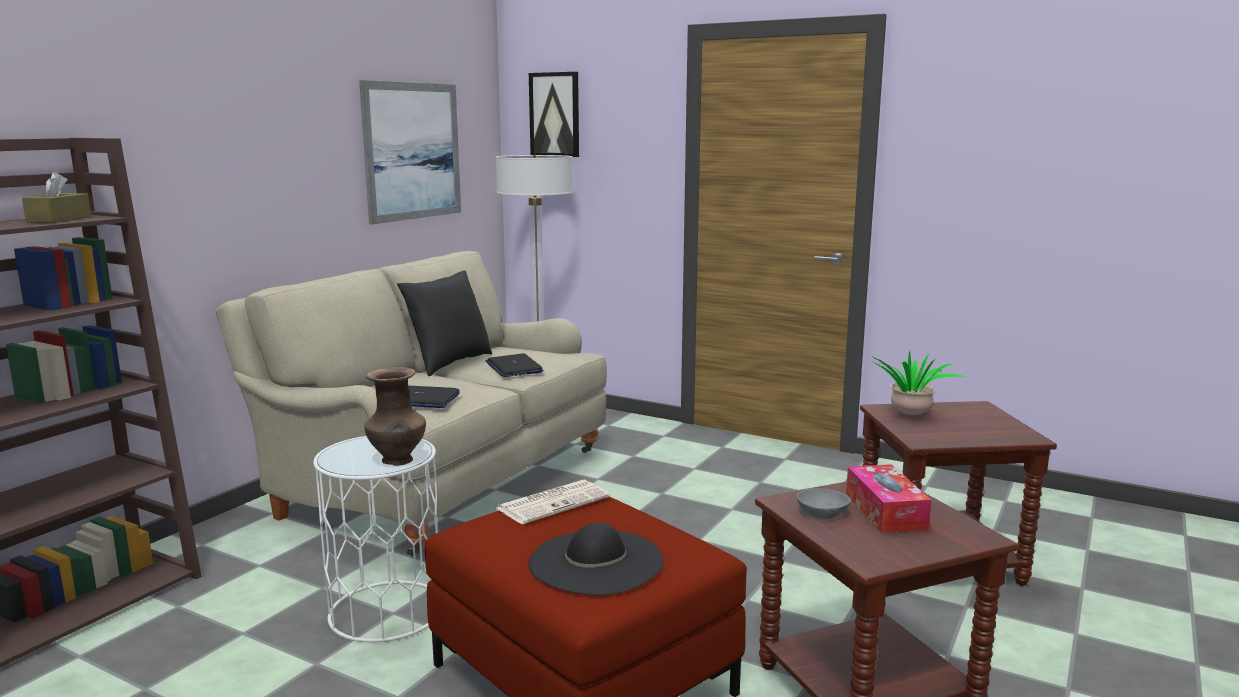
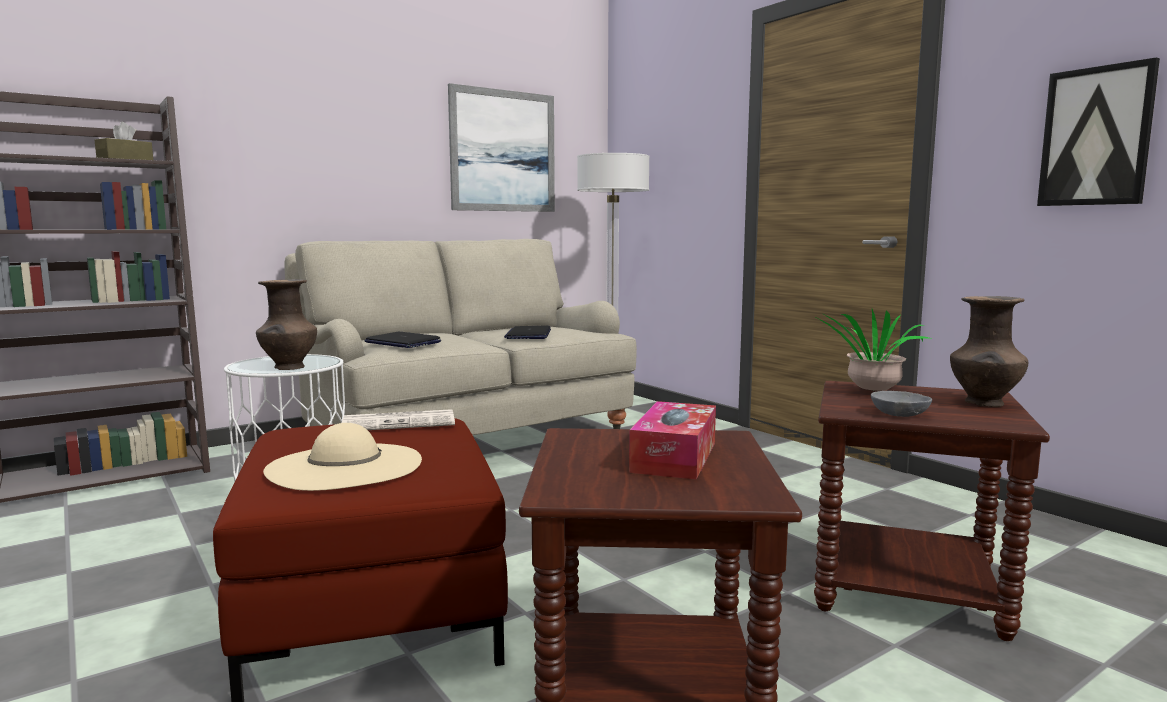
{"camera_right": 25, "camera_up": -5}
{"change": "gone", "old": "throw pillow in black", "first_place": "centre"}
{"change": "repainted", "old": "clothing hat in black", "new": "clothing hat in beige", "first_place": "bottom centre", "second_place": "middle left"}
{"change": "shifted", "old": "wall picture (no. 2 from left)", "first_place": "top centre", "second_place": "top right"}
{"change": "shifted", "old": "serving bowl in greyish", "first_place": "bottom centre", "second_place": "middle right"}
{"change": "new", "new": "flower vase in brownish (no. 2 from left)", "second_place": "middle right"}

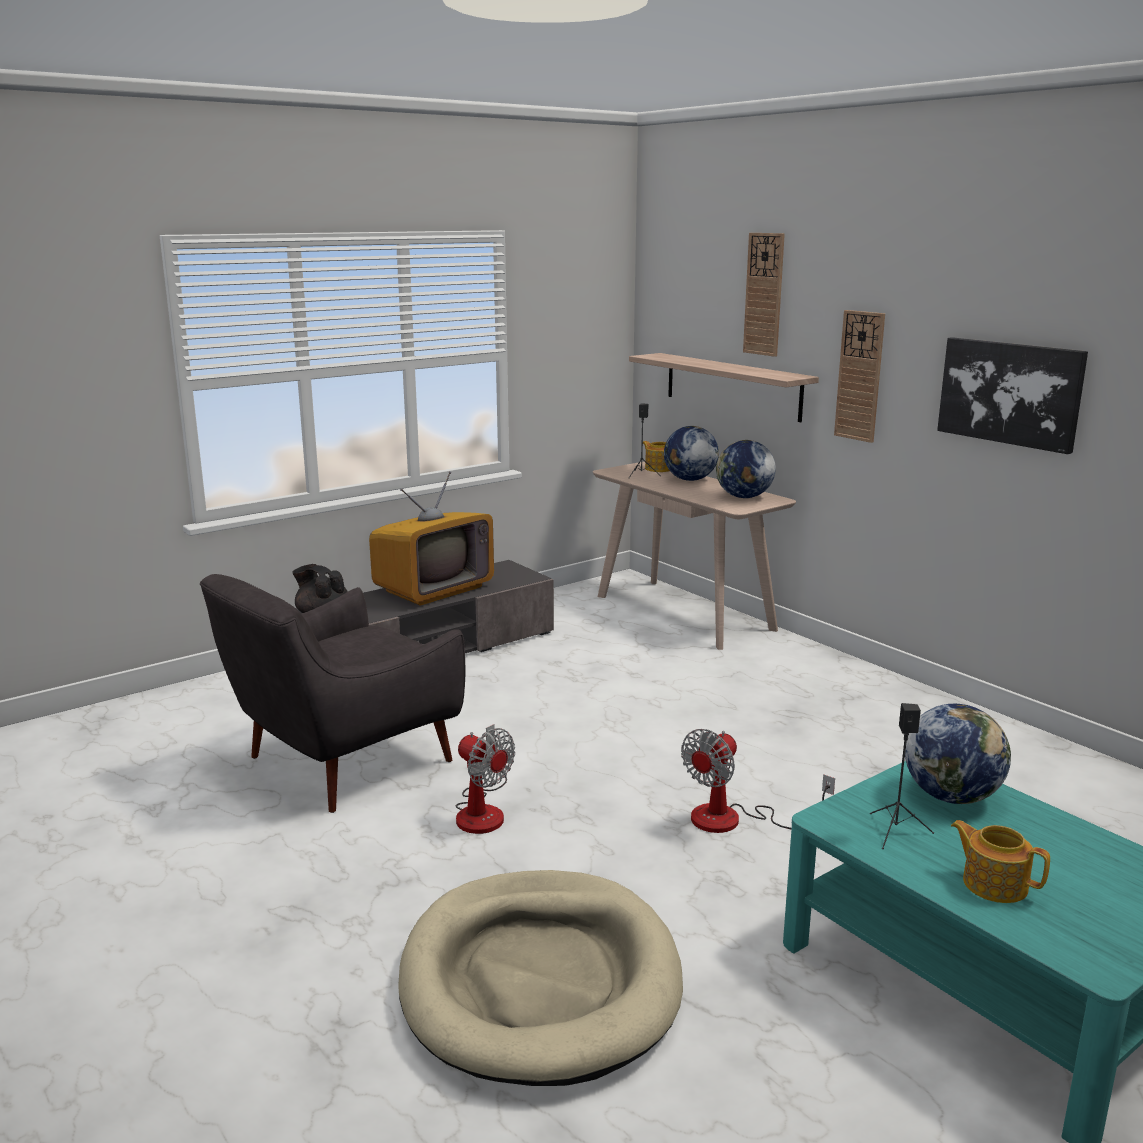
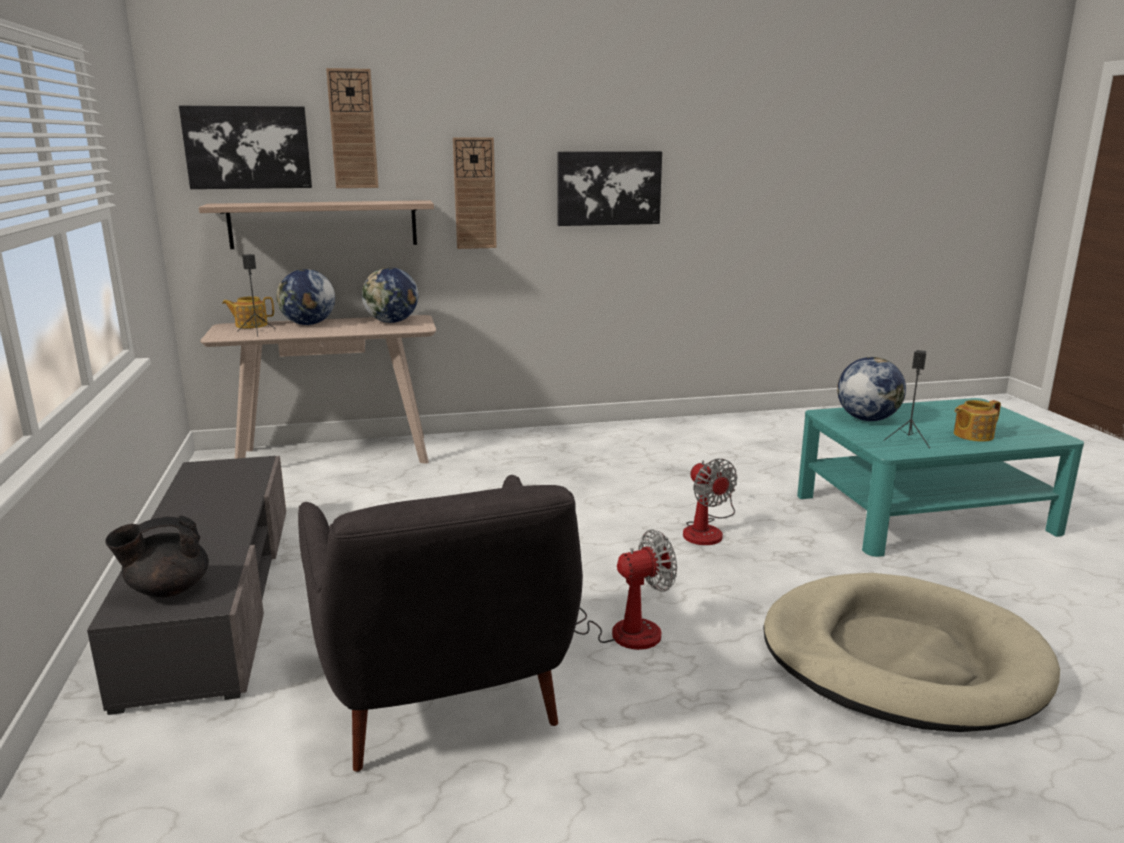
{"camera_right": -65, "camera_up": 0}
{"change": "gone", "old": "television", "first_place": "centre"}
{"change": "new", "new": "wall picture (no. 1 from left)", "second_place": "top left"}

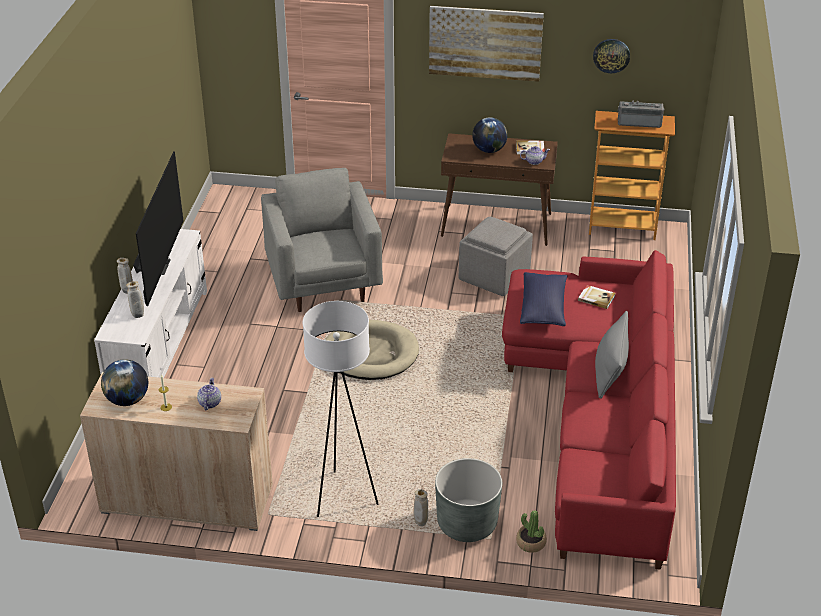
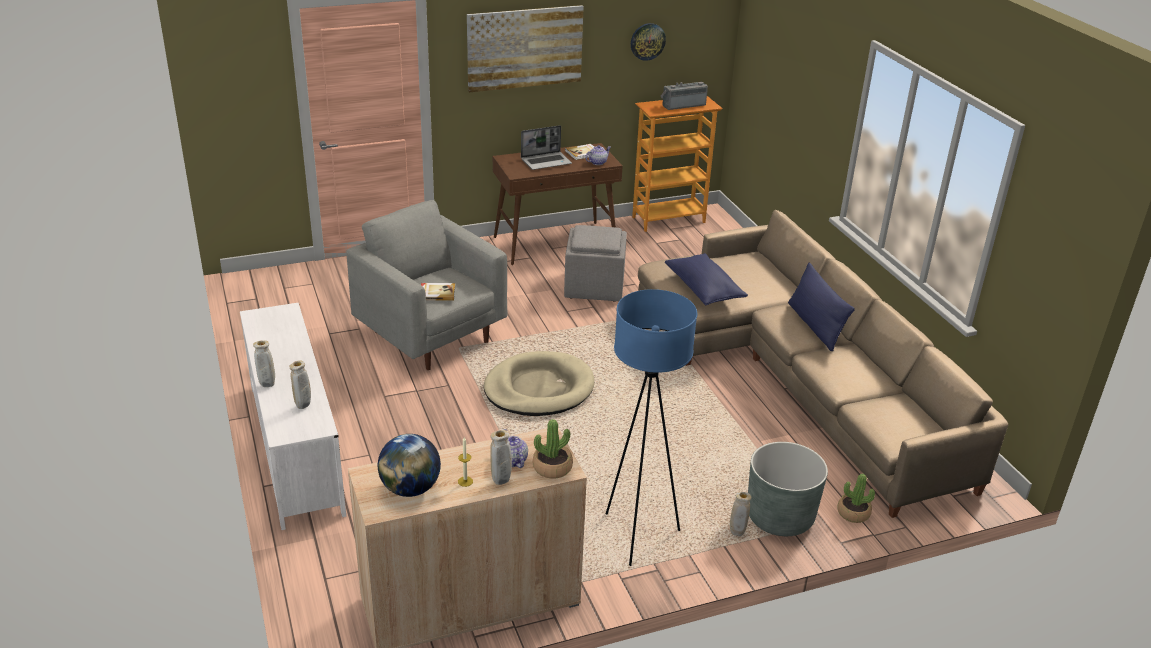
{"camera_right": -30, "camera_up": -5}
{"change": "gone", "old": "television", "first_place": "middle left"}
{"change": "repainted", "old": "floor lamp in white-coloured", "new": "floor lamp in blue", "first_place": "centre", "second_place": "centre"}
{"change": "swapped", "old": "desk globe (no. 2 from left)", "new": "portable computer", "first_place": "top centre", "second_place": "top centre"}
{"change": "repainted", "old": "sofa in reddish", "new": "sofa in beige", "first_place": "middle right", "second_place": "middle right"}
{"change": "shifted", "old": "bound book (no. 2 from left in the first image)", "new": "bound book (no. 1 from left)", "first_place": "middle right", "second_place": "centre"}
{"change": "repainted", "old": "throw pillow in greyish", "new": "throw pillow in blue (no. 2 from left)", "first_place": "middle right", "second_place": "middle right"}
{"change": "new", "new": "flower vase in beige (no. 3 from left)", "second_place": "bottom centre"}
{"change": "new", "new": "houseplant (no. 1 from left)", "second_place": "bottom centre"}

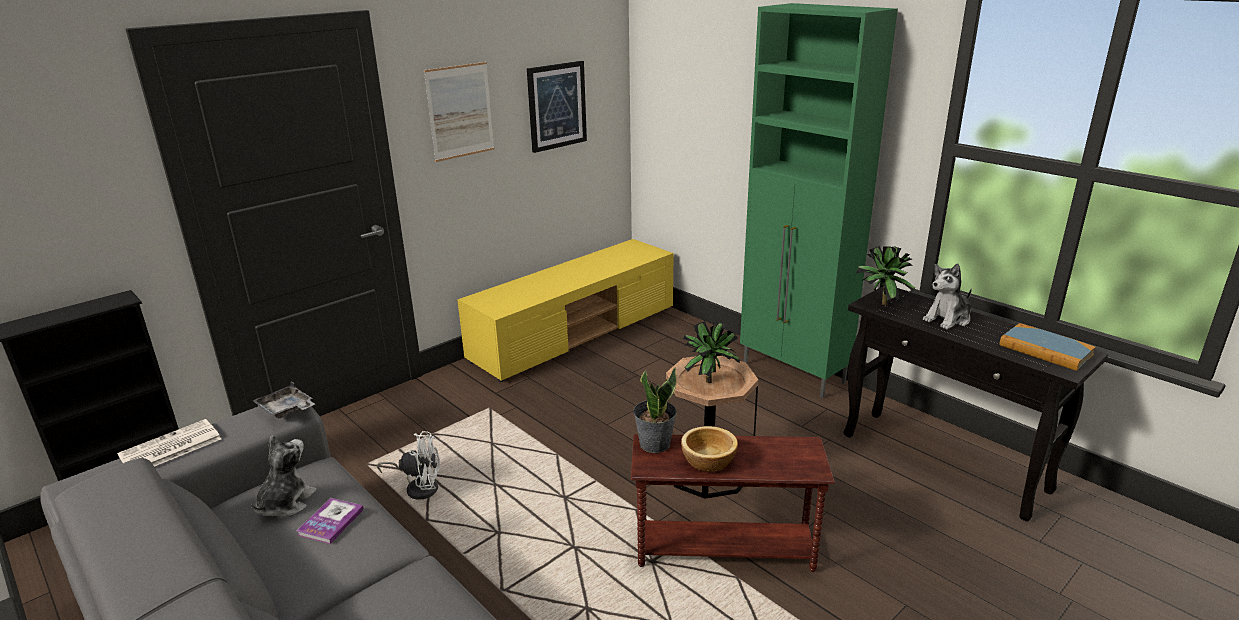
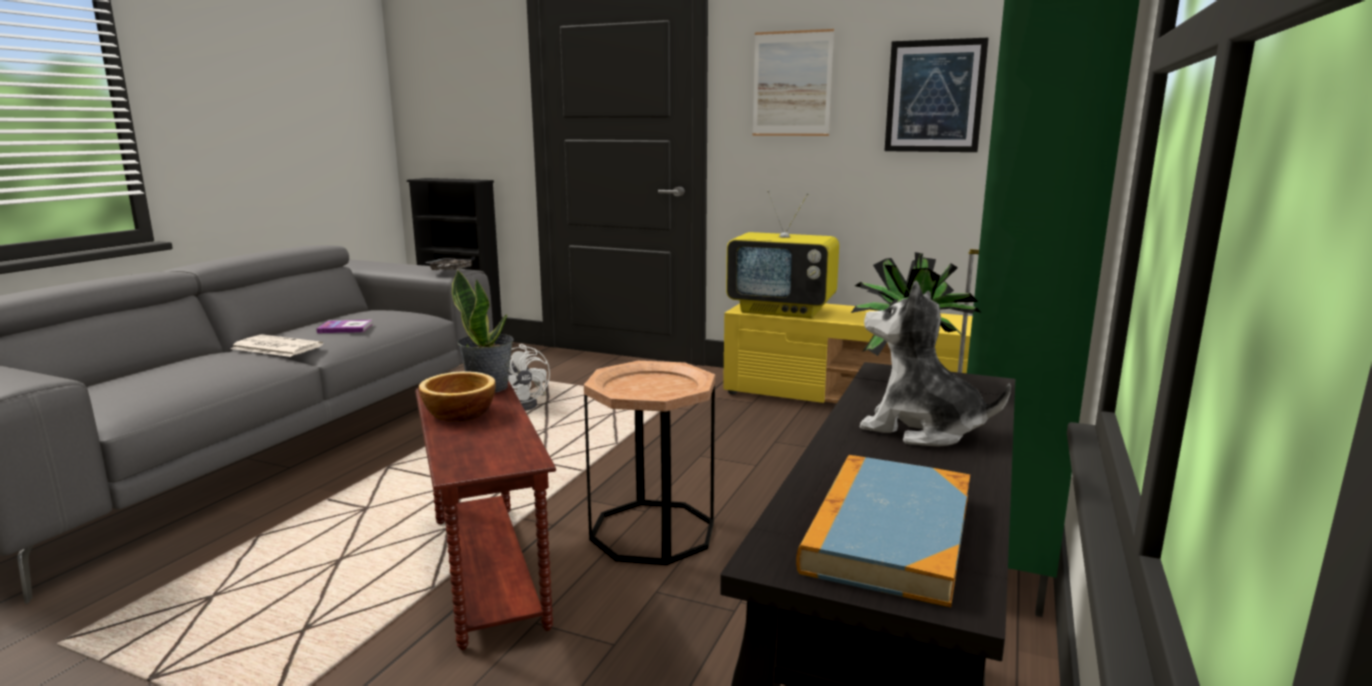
{"camera_right": 65, "camera_up": -10}
{"change": "shifted", "old": "printed paper", "first_place": "bottom left", "second_place": "middle left"}
{"change": "gone", "old": "soft toy (no. 1 from left)", "first_place": "bottom left"}
{"change": "gone", "old": "houseplant (no. 2 from left)", "first_place": "centre"}
{"change": "new", "new": "television", "second_place": "centre"}

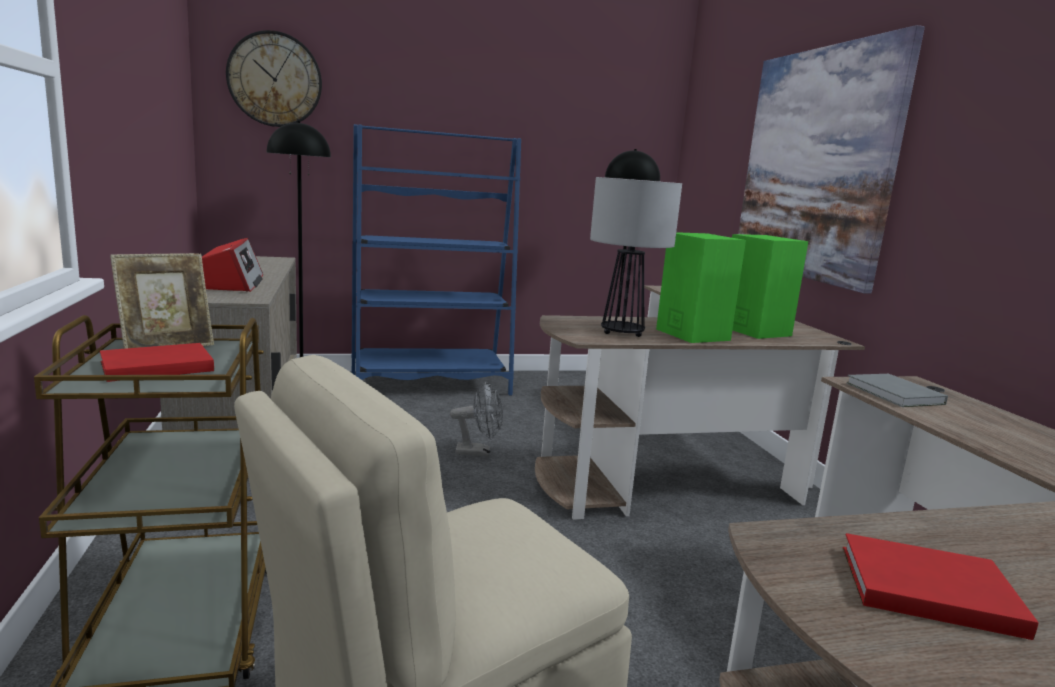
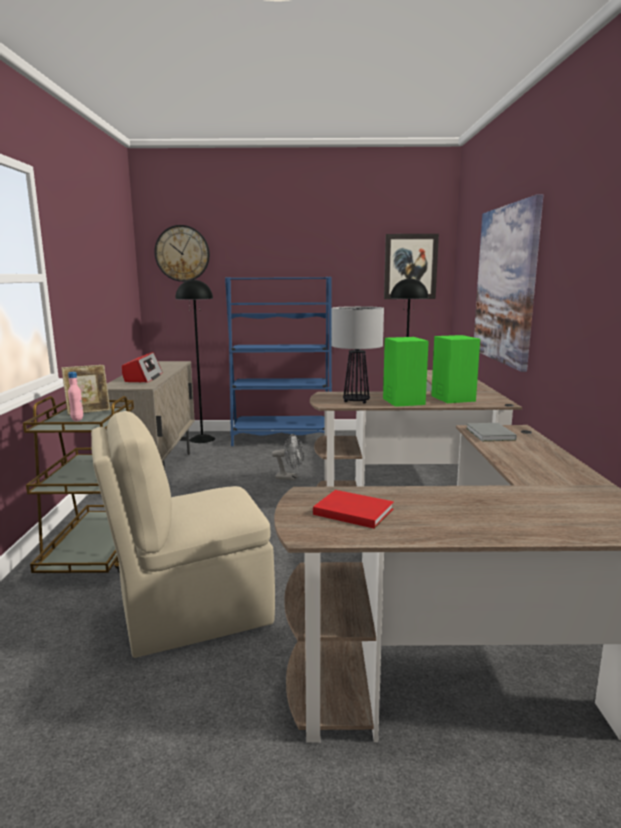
{"camera_right": 15, "camera_up": 0}
{"change": "swapped", "old": "bound book in reddish (no. 1 from left)", "new": "bottle in pink-coloured", "first_place": "middle left", "second_place": "middle left"}
{"change": "new", "new": "wall picture (no. 1 from left)", "second_place": "top centre"}

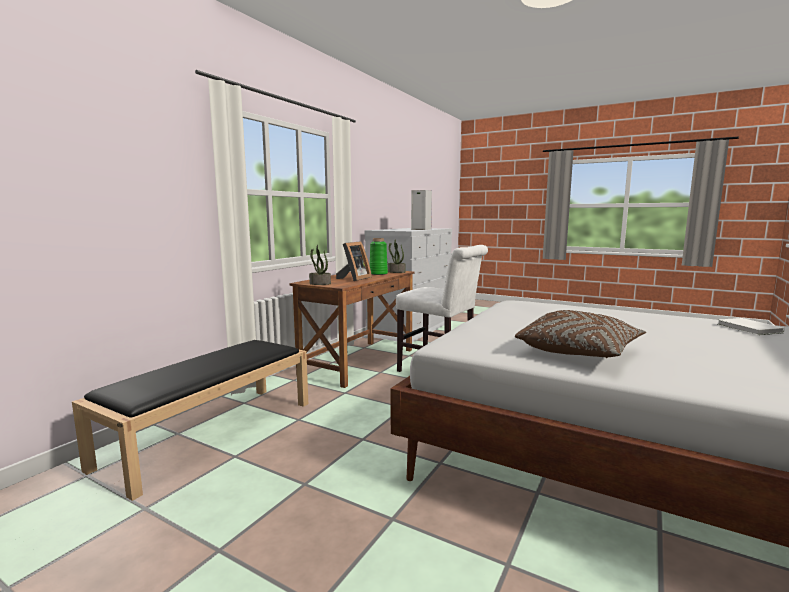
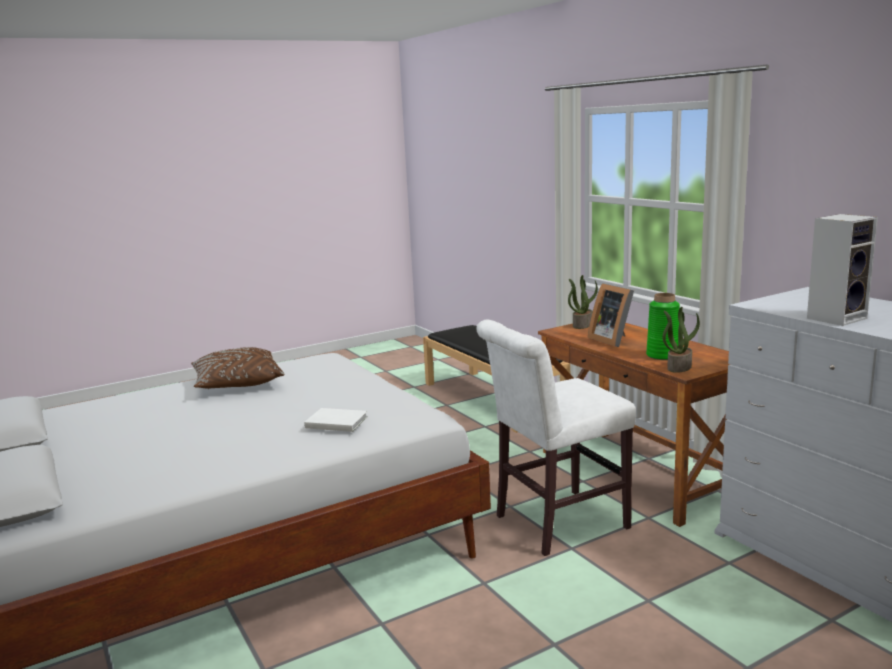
{"camera_right": 120, "camera_up": 5}
{"change": "shifted", "old": "bound book in white-coloured", "first_place": "middle right", "second_place": "centre"}

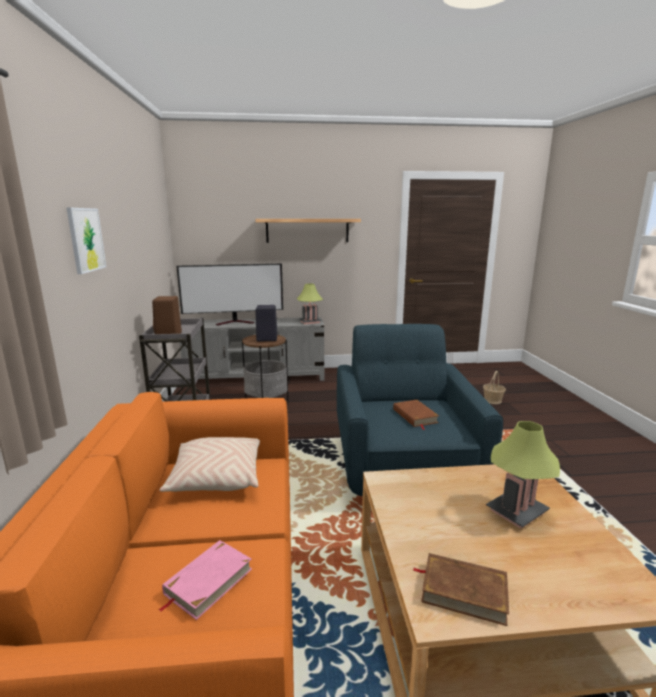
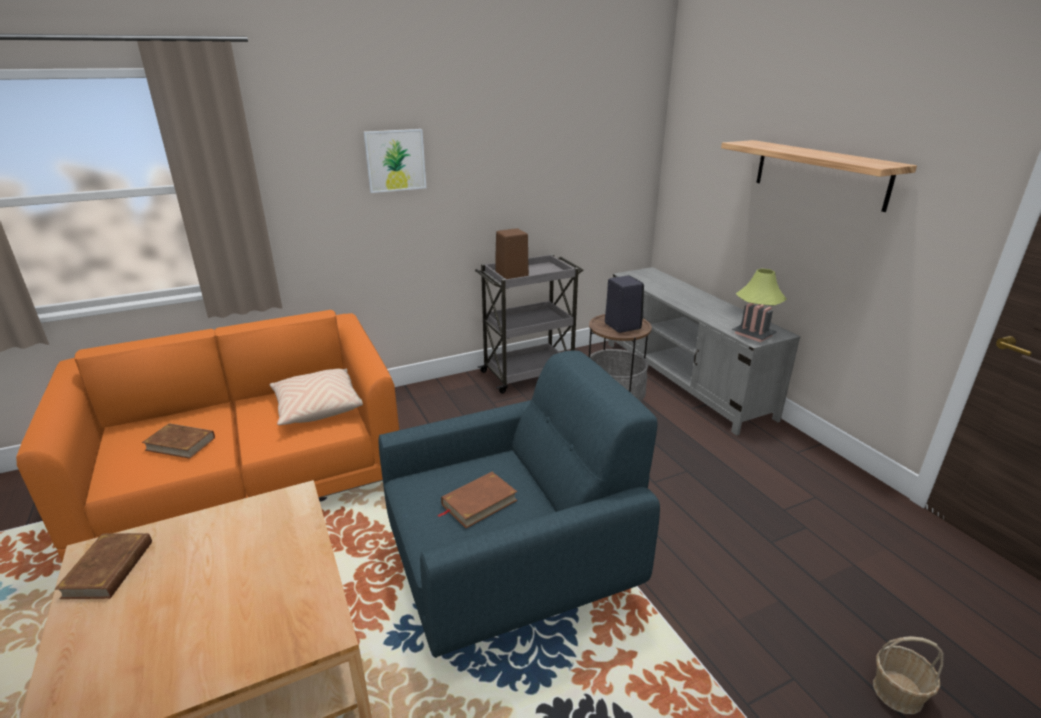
{"camera_right": 70, "camera_up": 10}
{"change": "repainted", "old": "bound book in pink-coloured", "new": "bound book in brownish (no. 2 from left)", "first_place": "bottom left", "second_place": "middle left"}
{"change": "gone", "old": "television", "first_place": "centre"}
{"change": "gone", "old": "table lamp (no. 2 from left)", "first_place": "bottom right"}

